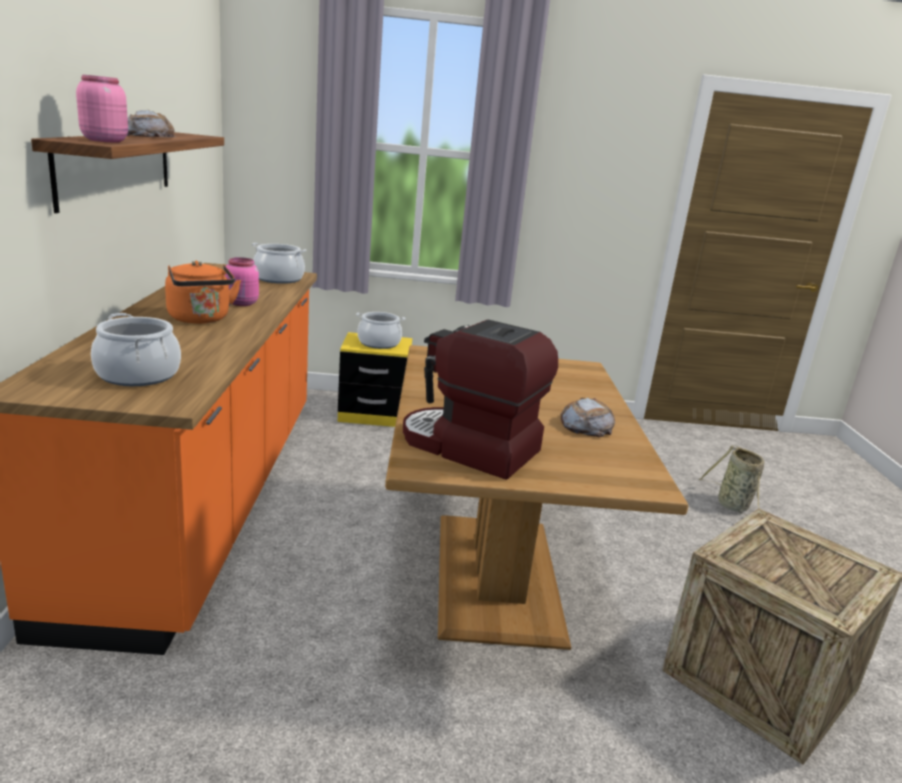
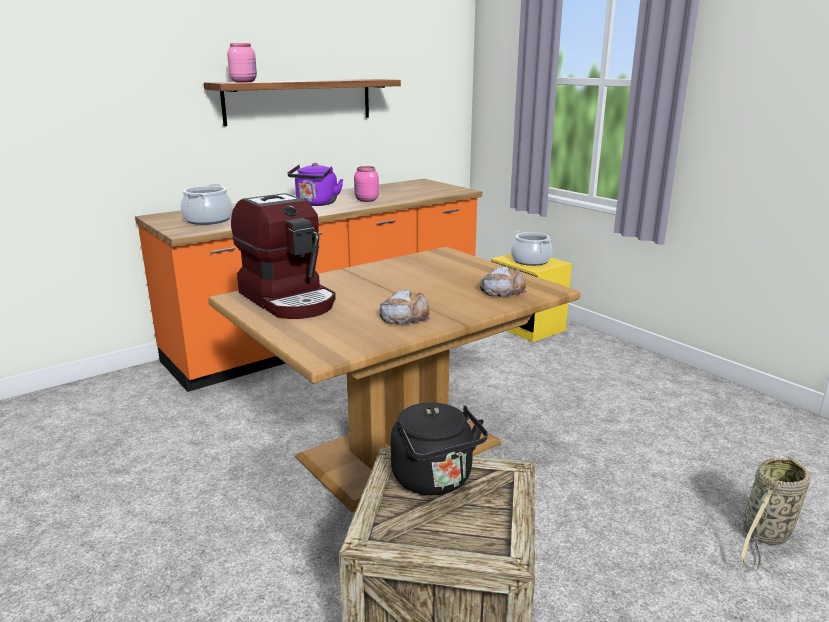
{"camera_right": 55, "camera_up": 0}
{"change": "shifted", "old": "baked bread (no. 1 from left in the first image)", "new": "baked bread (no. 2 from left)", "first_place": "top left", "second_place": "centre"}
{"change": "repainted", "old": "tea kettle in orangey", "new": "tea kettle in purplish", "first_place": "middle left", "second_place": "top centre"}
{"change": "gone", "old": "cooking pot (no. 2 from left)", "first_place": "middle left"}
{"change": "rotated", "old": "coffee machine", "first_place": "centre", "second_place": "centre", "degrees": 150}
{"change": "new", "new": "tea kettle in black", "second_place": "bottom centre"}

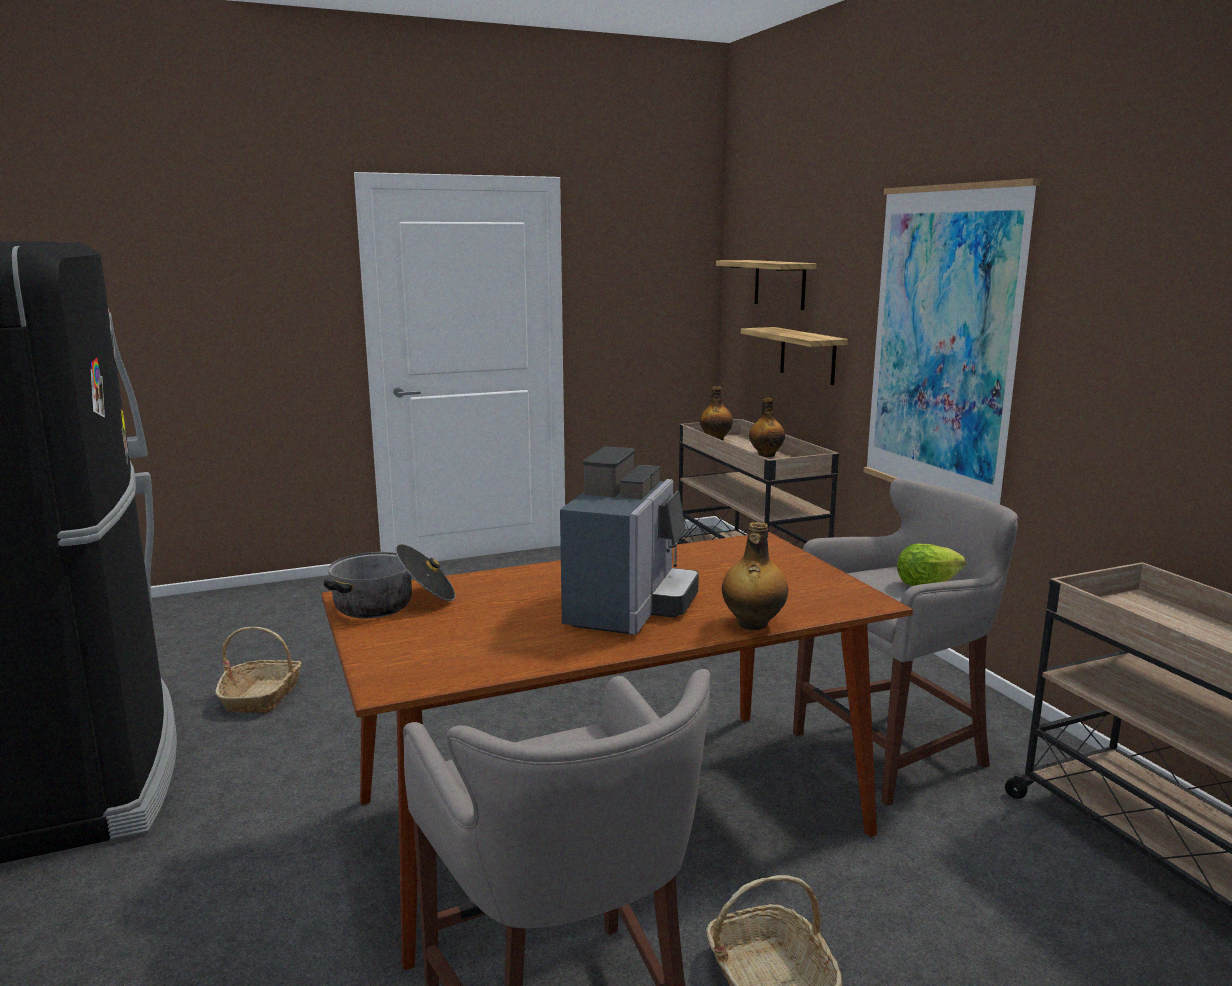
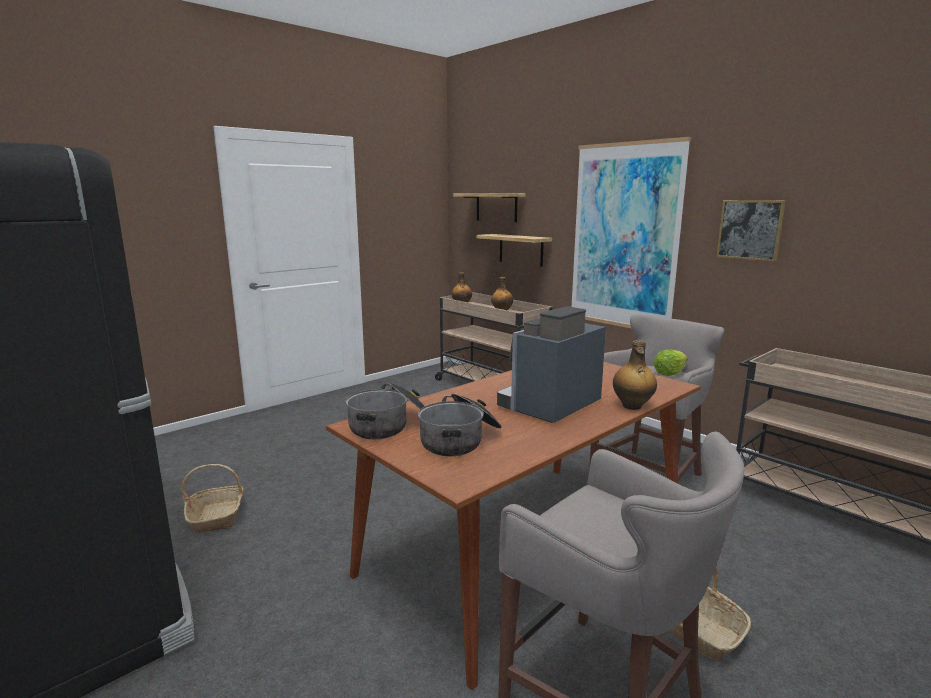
{"camera_right": -20, "camera_up": 0}
{"change": "rotated", "old": "coffee machine", "first_place": "centre", "second_place": "centre", "degrees": -135}
{"change": "new", "new": "cooking pot (no. 2 from left)", "second_place": "centre"}
{"change": "new", "new": "wall picture (no. 2 from left)", "second_place": "top right"}

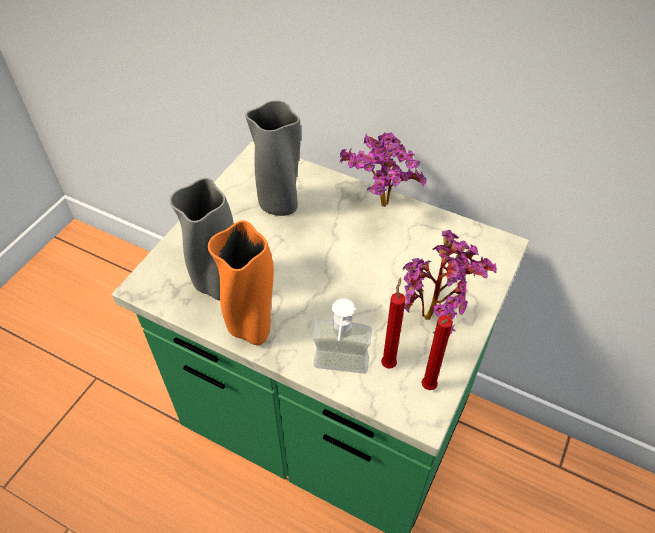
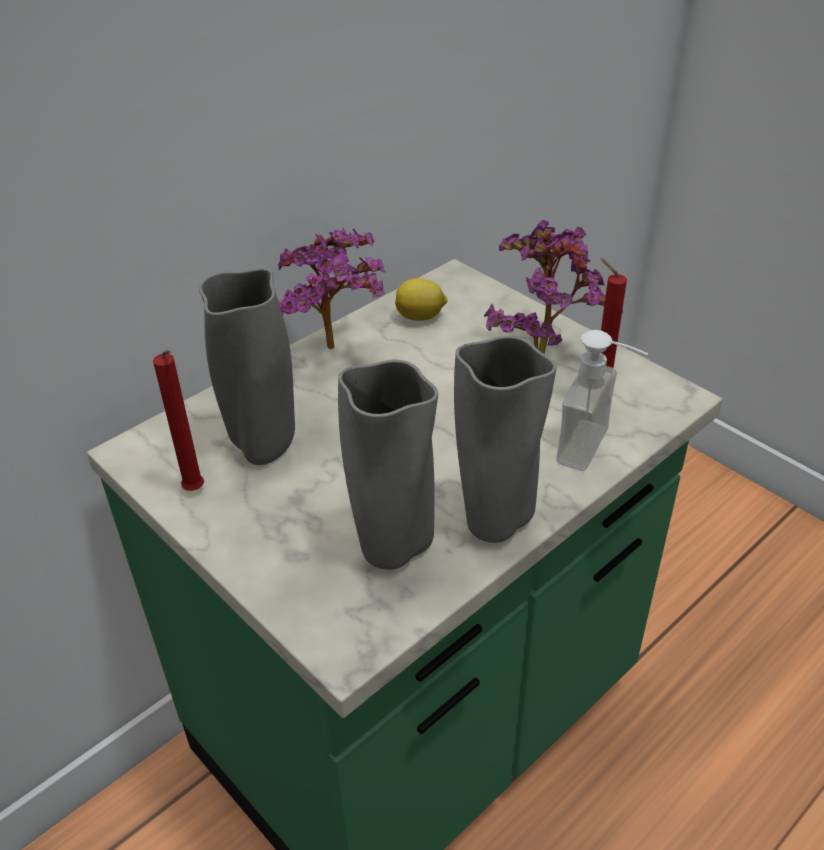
{"camera_right": -70, "camera_up": -10}
{"change": "repainted", "old": "flower vase in orangey", "new": "flower vase in greyish (no. 3 from left)", "first_place": "centre", "second_place": "centre"}
{"change": "shifted", "old": "candle in reddish (no. 2 from left in the first image)", "new": "candle in reddish (no. 1 from left)", "first_place": "middle right", "second_place": "middle left"}
{"change": "new", "new": "lemon", "second_place": "centre"}

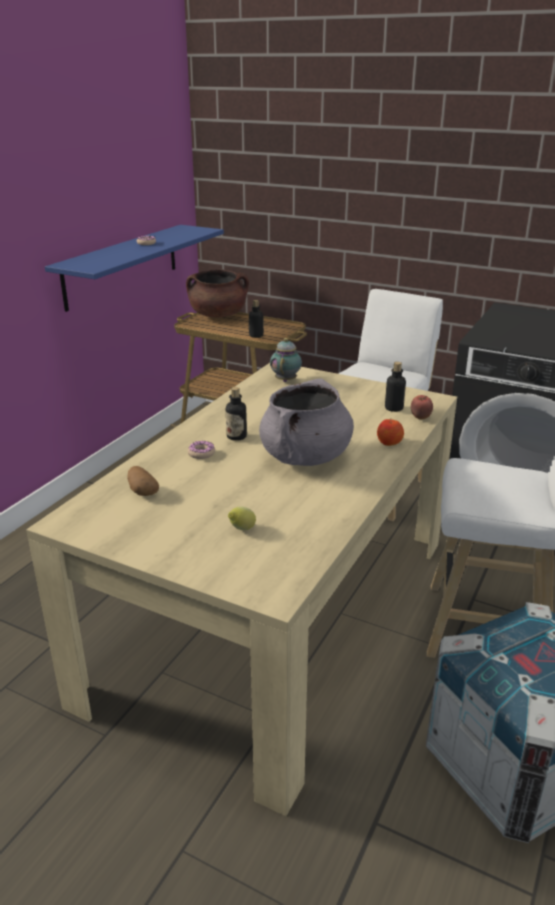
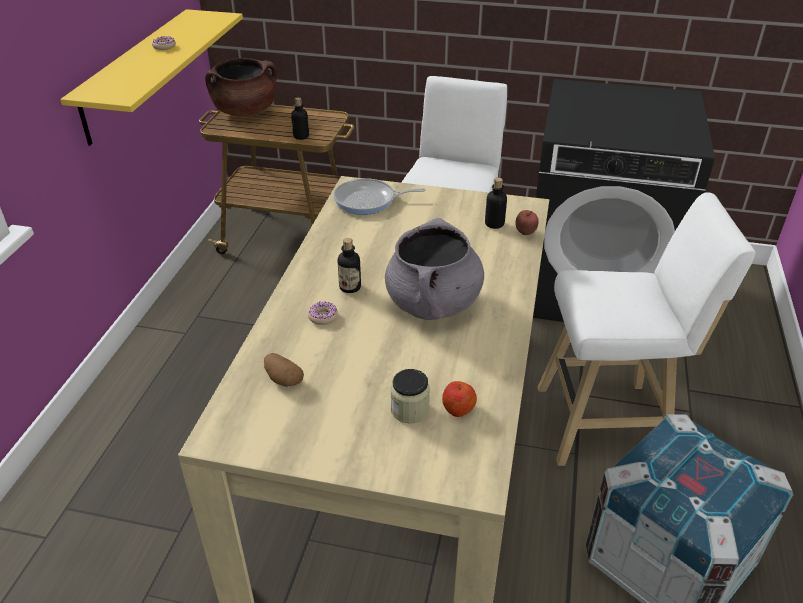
{"camera_right": -15, "camera_up": 10}
{"change": "repainted", "old": "shelf in blue", "new": "shelf in yellow", "first_place": "top left", "second_place": "top left"}
{"change": "swapped", "old": "lemon", "new": "preserve jar", "first_place": "centre", "second_place": "centre"}
{"change": "swapped", "old": "pot for tea", "new": "skillet", "first_place": "centre", "second_place": "top centre"}
{"change": "shifted", "old": "whole apple (no. 1 from left)", "first_place": "middle right", "second_place": "centre"}

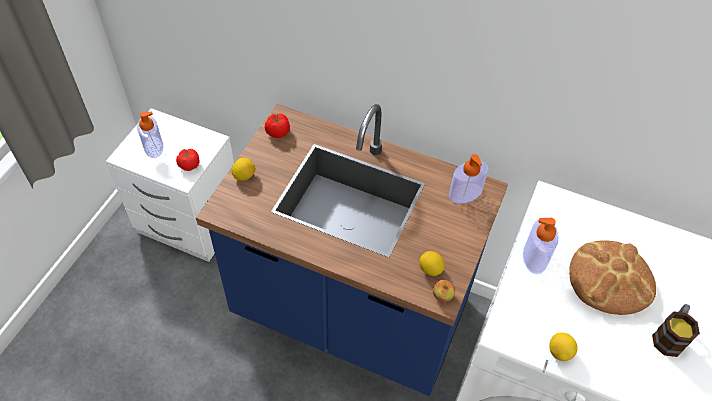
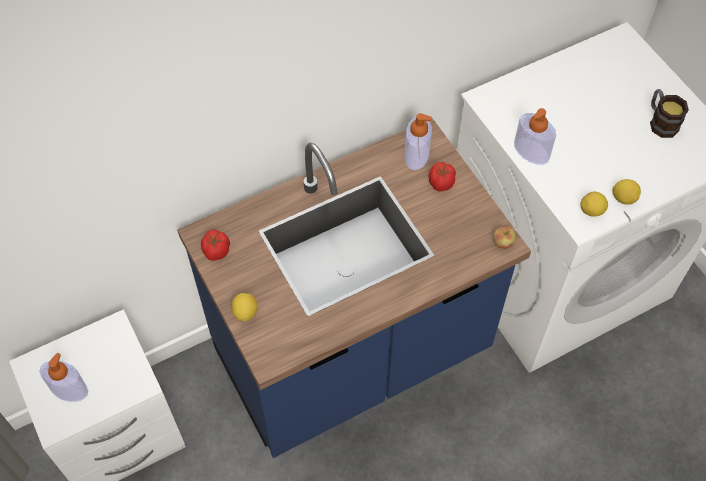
{"camera_right": -50, "camera_up": 5}
{"change": "shifted", "old": "fresh tomato (no. 1 from left in the first image)", "new": "fresh tomato (no. 2 from left)", "first_place": "middle left", "second_place": "centre"}
{"change": "shifted", "old": "lemon (no. 2 from left)", "first_place": "centre", "second_place": "middle right"}
{"change": "gone", "old": "baked bread", "first_place": "bottom right"}

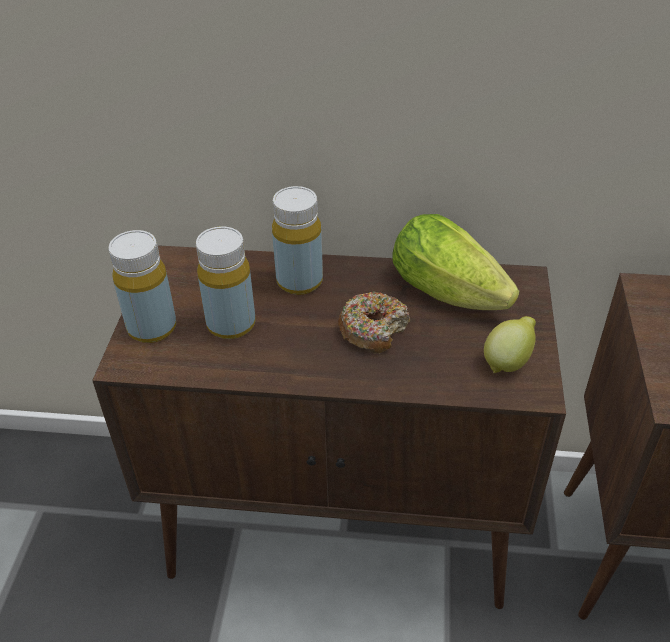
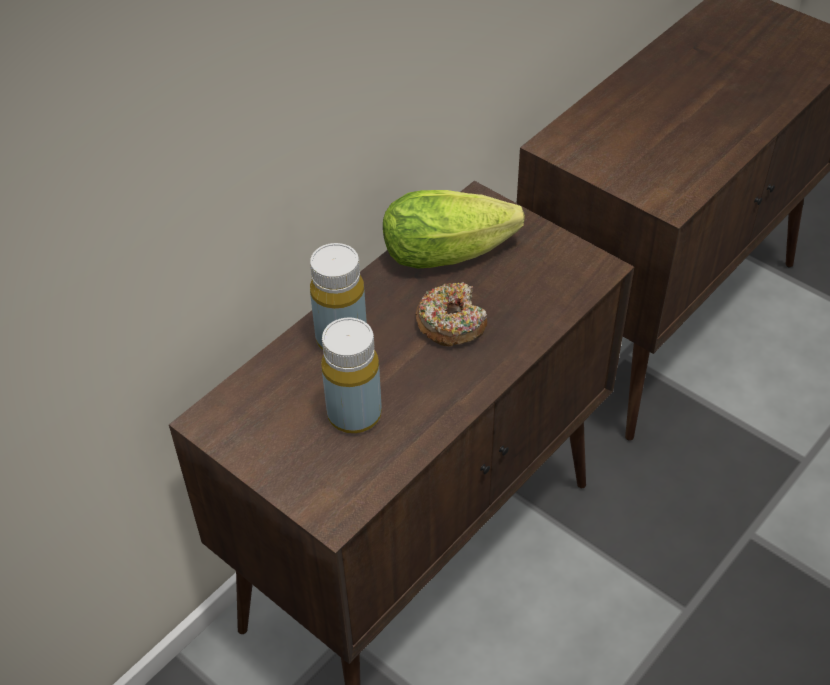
{"camera_right": -55, "camera_up": 5}
{"change": "gone", "old": "bottle in yellow (no. 1 from left)", "first_place": "middle left"}
{"change": "gone", "old": "lemon", "first_place": "middle right"}

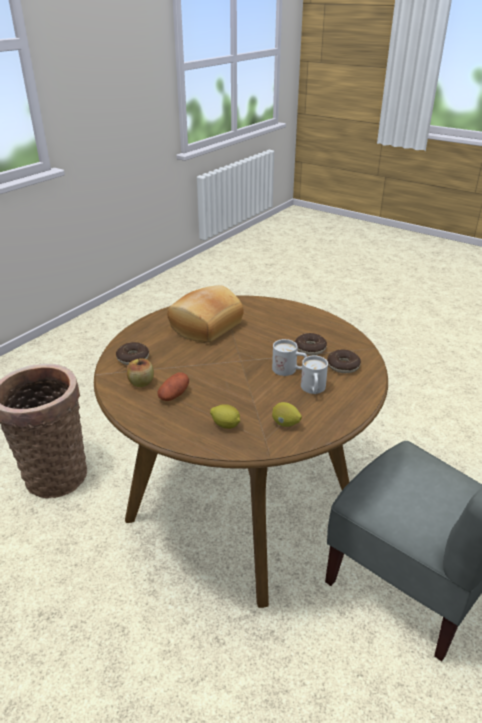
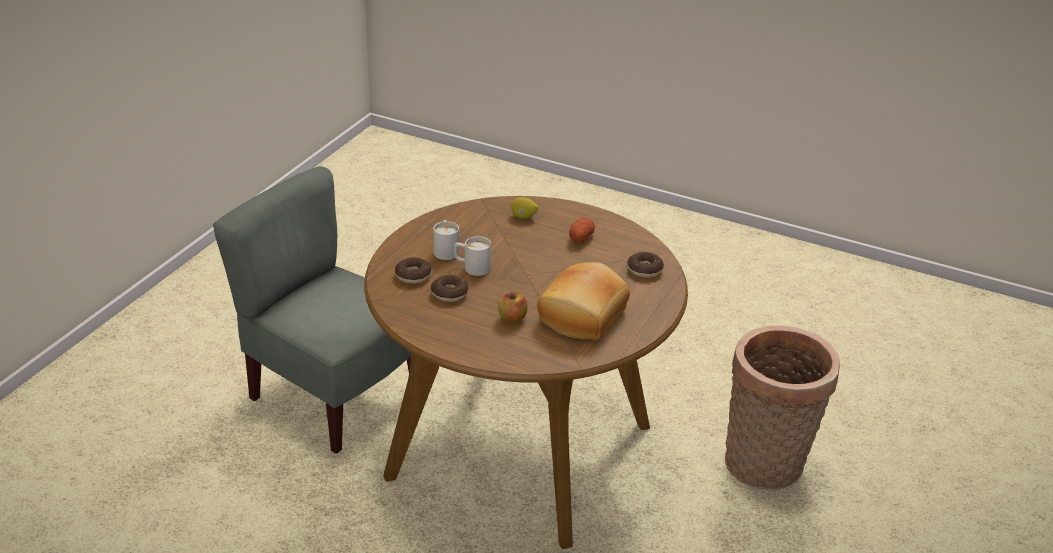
{"camera_right": 170, "camera_up": 0}
{"change": "shifted", "old": "whole apple", "first_place": "middle left", "second_place": "centre"}
{"change": "gone", "old": "lemon (no. 2 from left)", "first_place": "centre"}

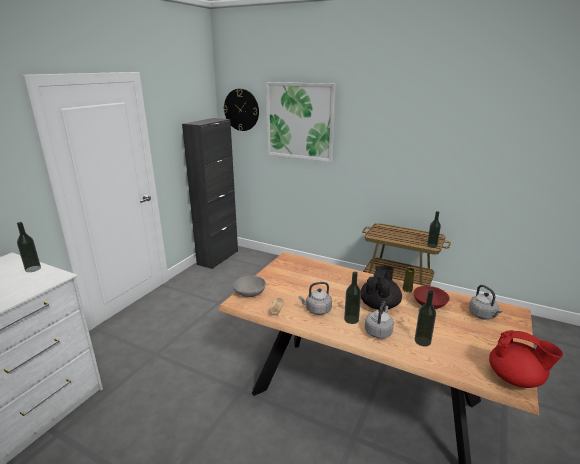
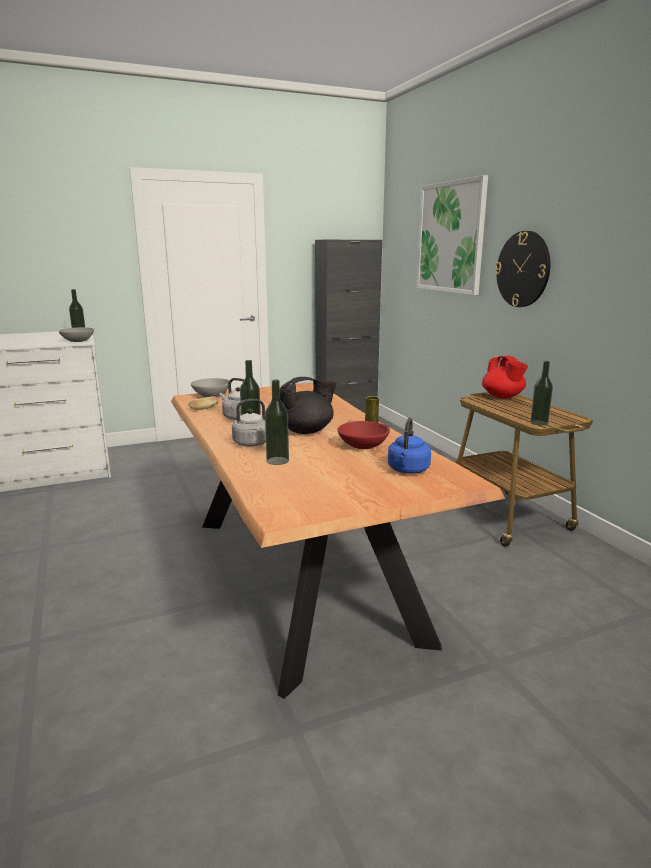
{"camera_right": 40, "camera_up": -5}
{"change": "shifted", "old": "wall clock", "first_place": "top centre", "second_place": "top right"}
{"change": "repainted", "old": "tea kettle in greyish (no. 3 from left)", "new": "tea kettle in blue", "first_place": "middle right", "second_place": "centre"}
{"change": "shifted", "old": "pot for tea in reddish", "first_place": "bottom right", "second_place": "middle right"}
{"change": "new", "new": "serving bowl in greyish (no. 1 from left)", "second_place": "middle left"}

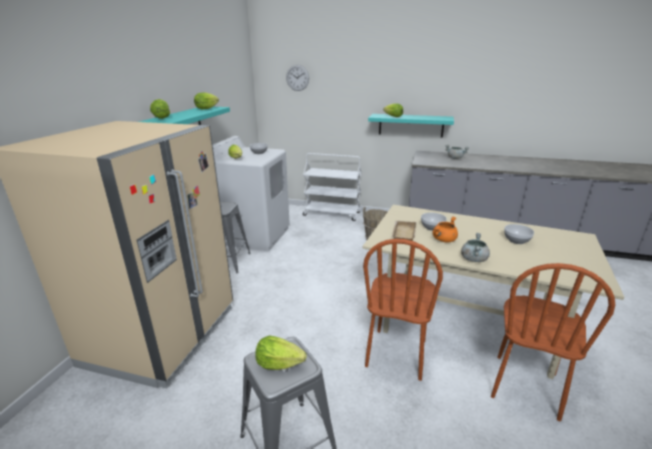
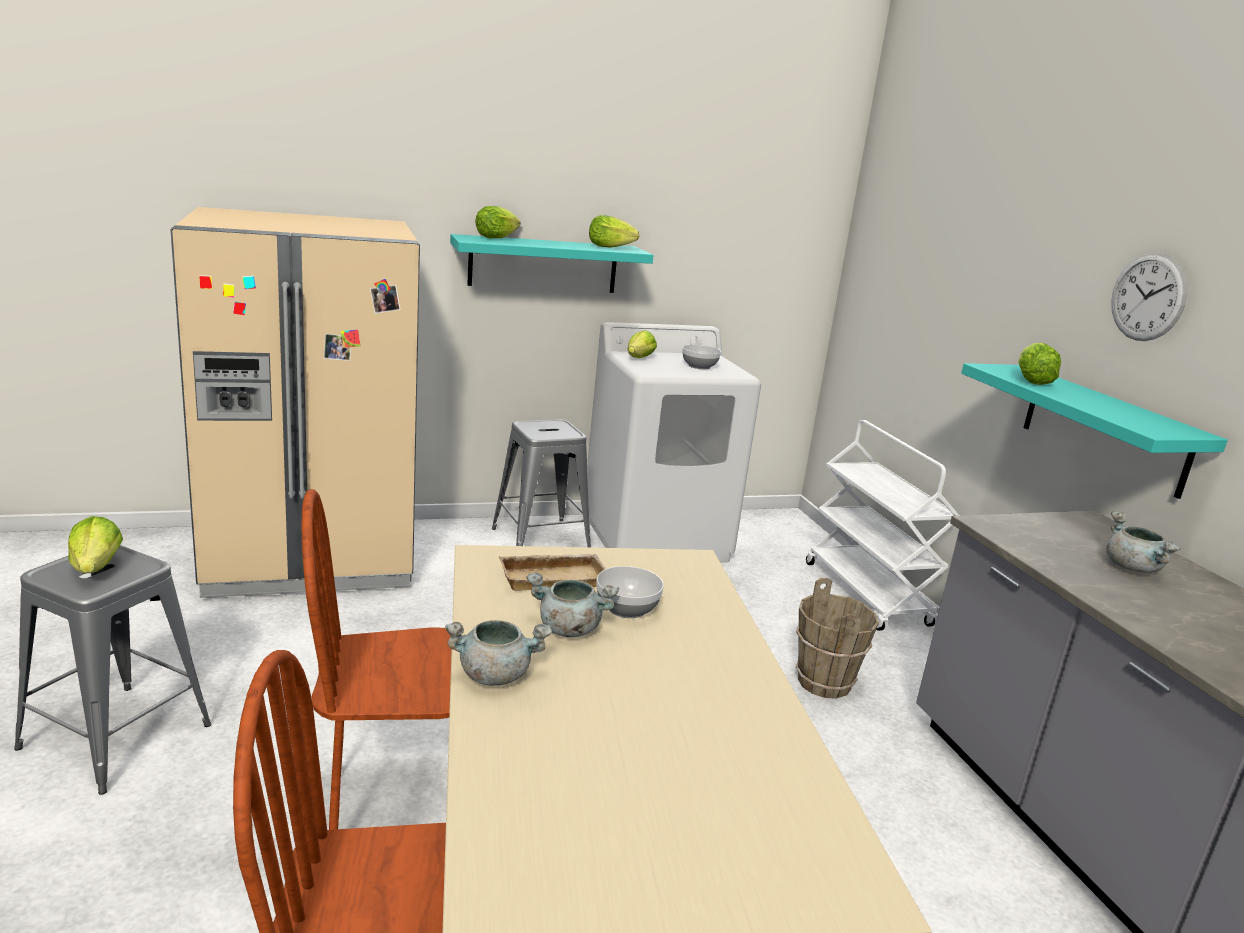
{"camera_right": 55, "camera_up": -5}
{"change": "shifted", "old": "wall clock", "first_place": "top centre", "second_place": "top right"}
{"change": "repainted", "old": "cooking pot in orangey", "new": "cooking pot in greyish (no. 2 from left)", "first_place": "middle right", "second_place": "centre"}
{"change": "gone", "old": "serving bowl (no. 3 from left)", "first_place": "middle right"}

